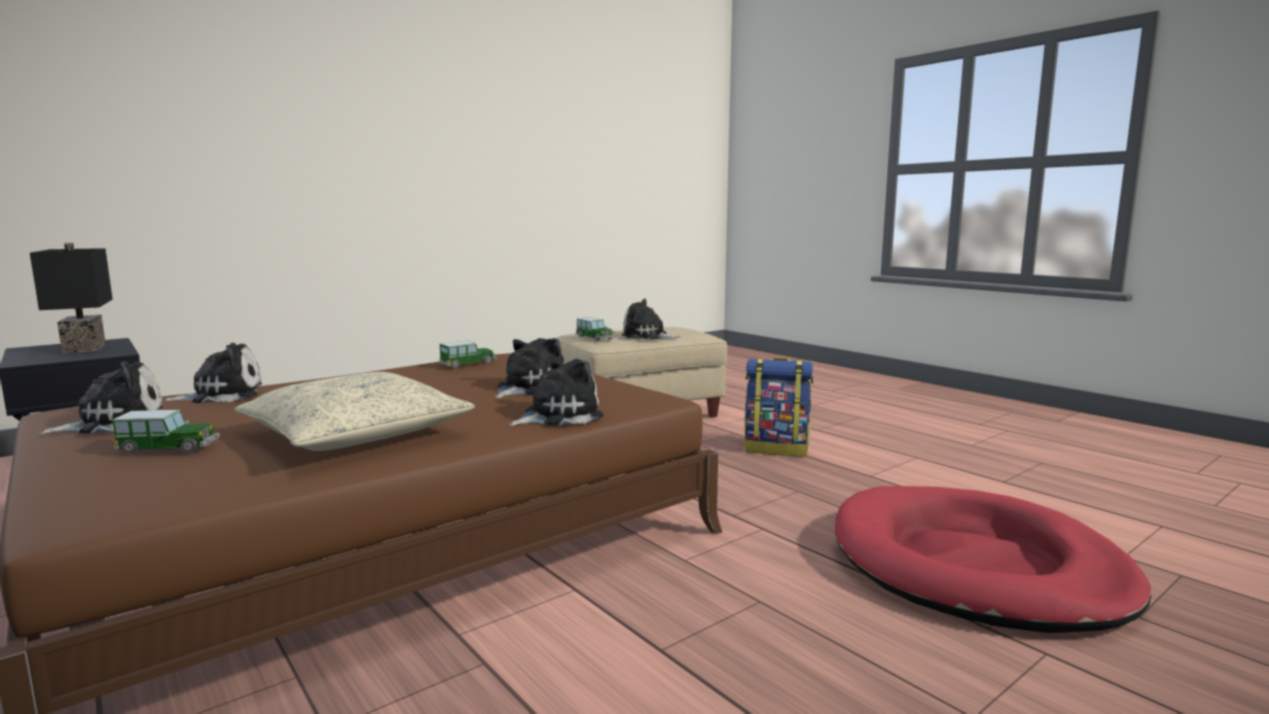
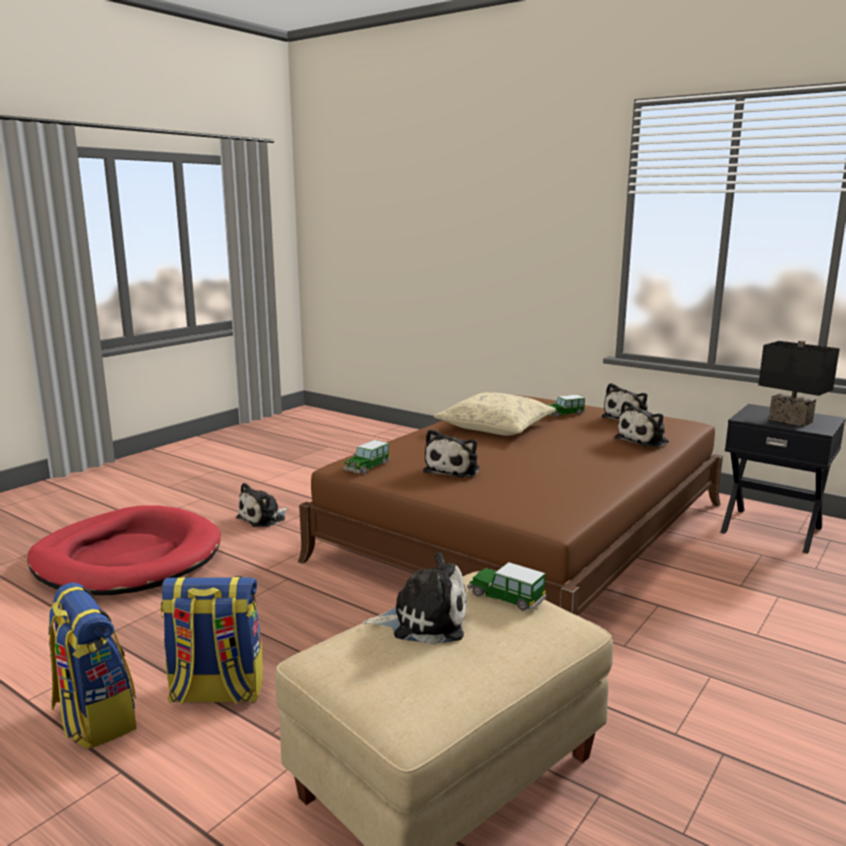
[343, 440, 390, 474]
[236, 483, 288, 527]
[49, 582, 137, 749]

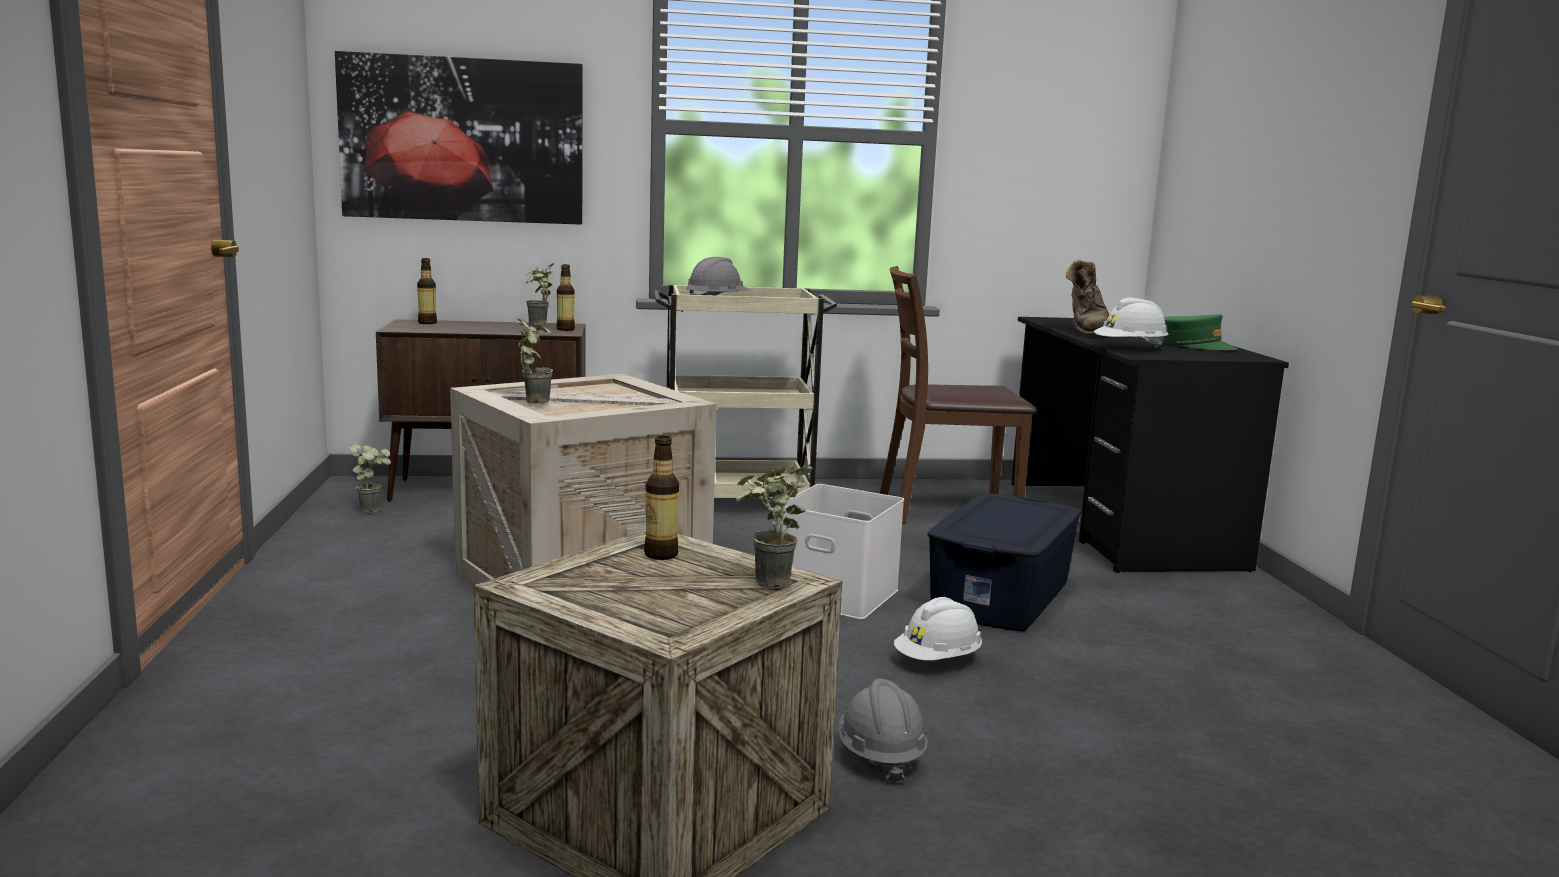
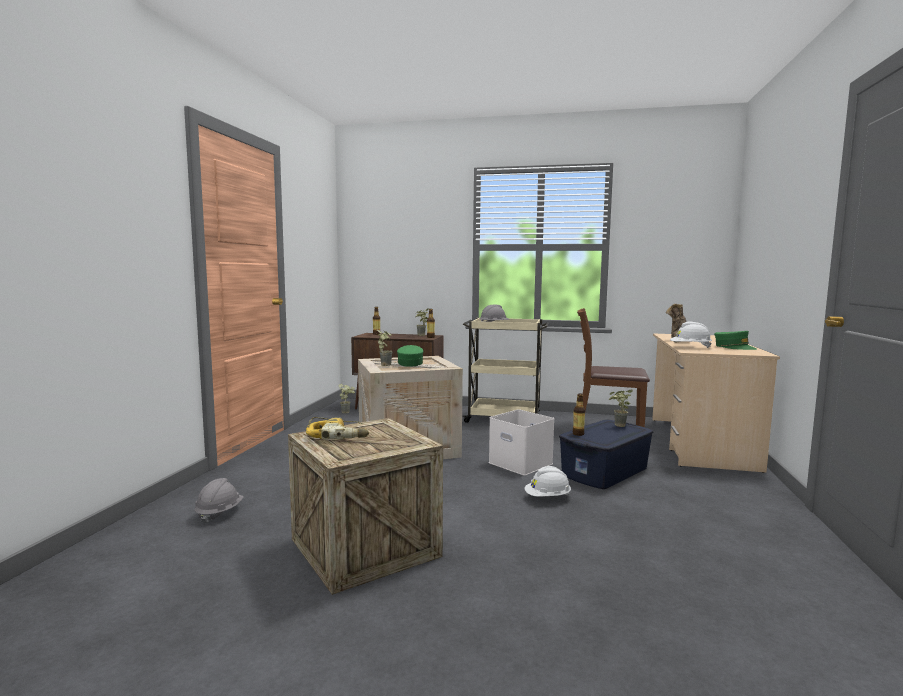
[335, 51, 582, 225] (first image)
[652, 334, 780, 473]
[573, 393, 585, 436]
[609, 389, 633, 427]
[194, 478, 244, 524]
[397, 345, 423, 367]
[306, 417, 369, 439]

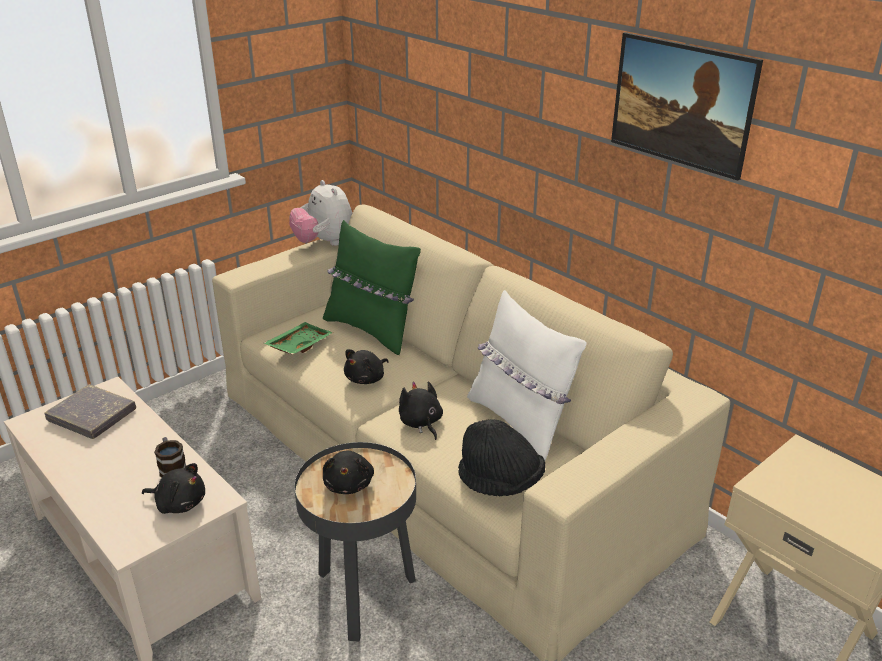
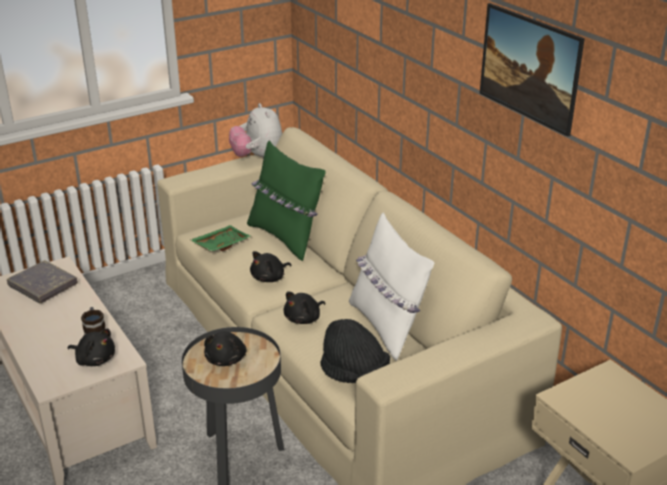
[284, 291, 325, 324]

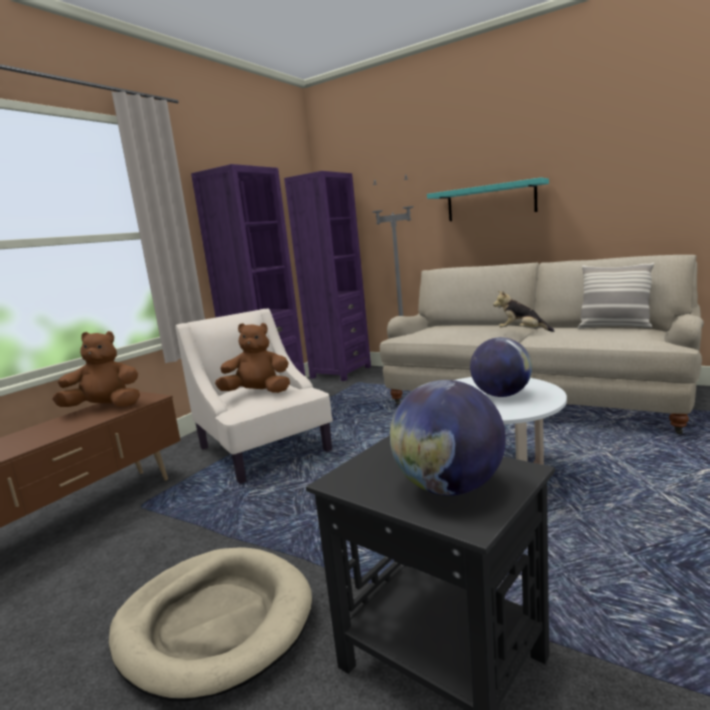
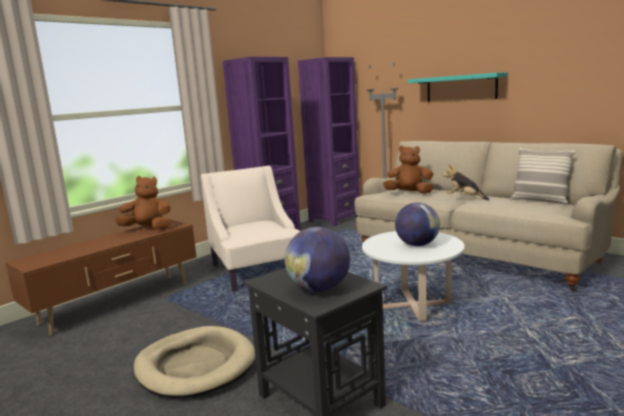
[383, 146, 434, 194]

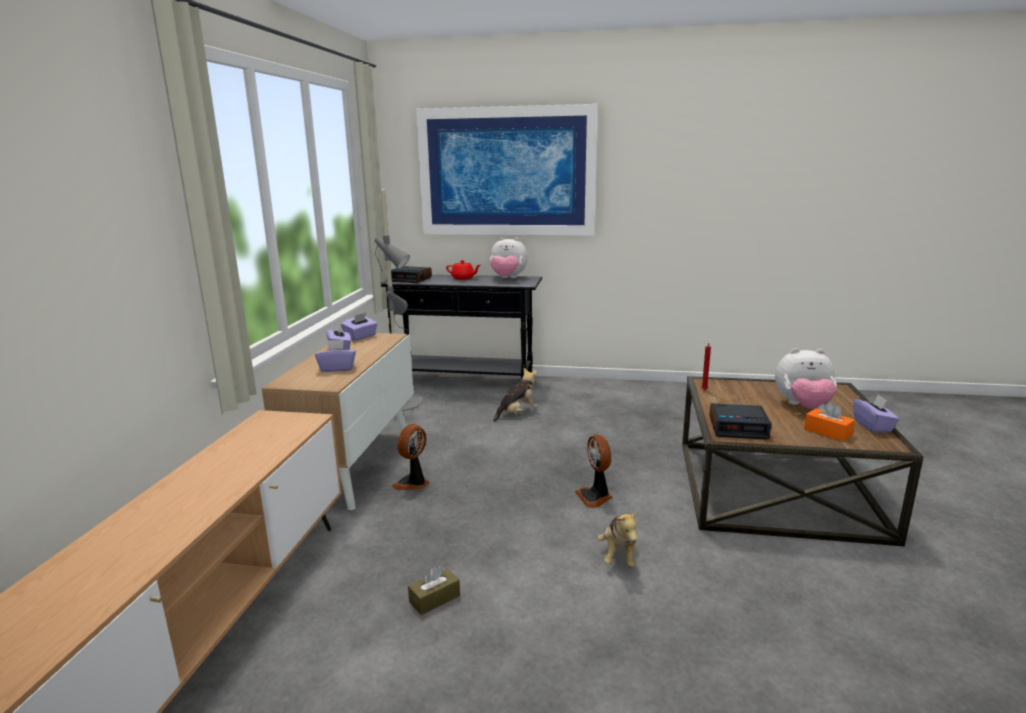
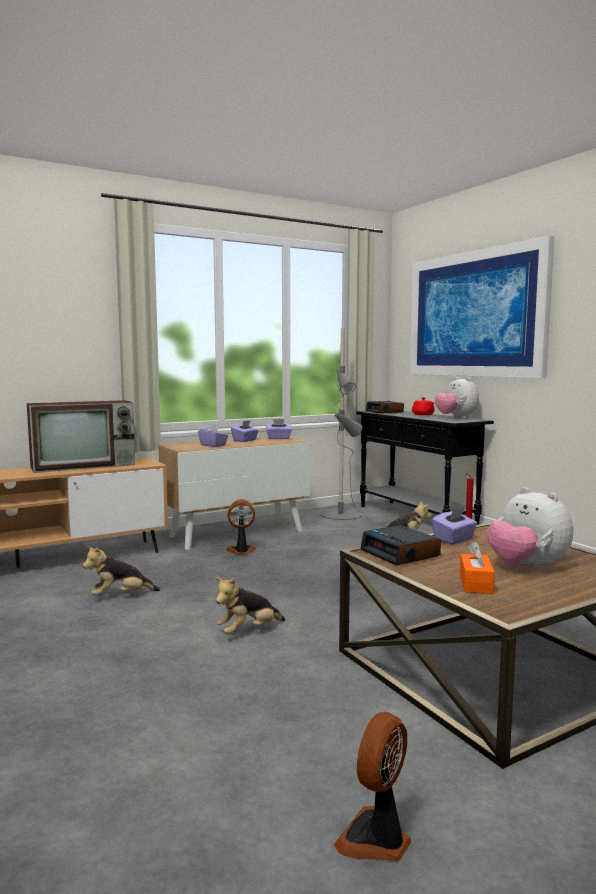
[431, 507, 477, 545]
[334, 712, 411, 861]
[83, 546, 160, 595]
[27, 400, 135, 473]

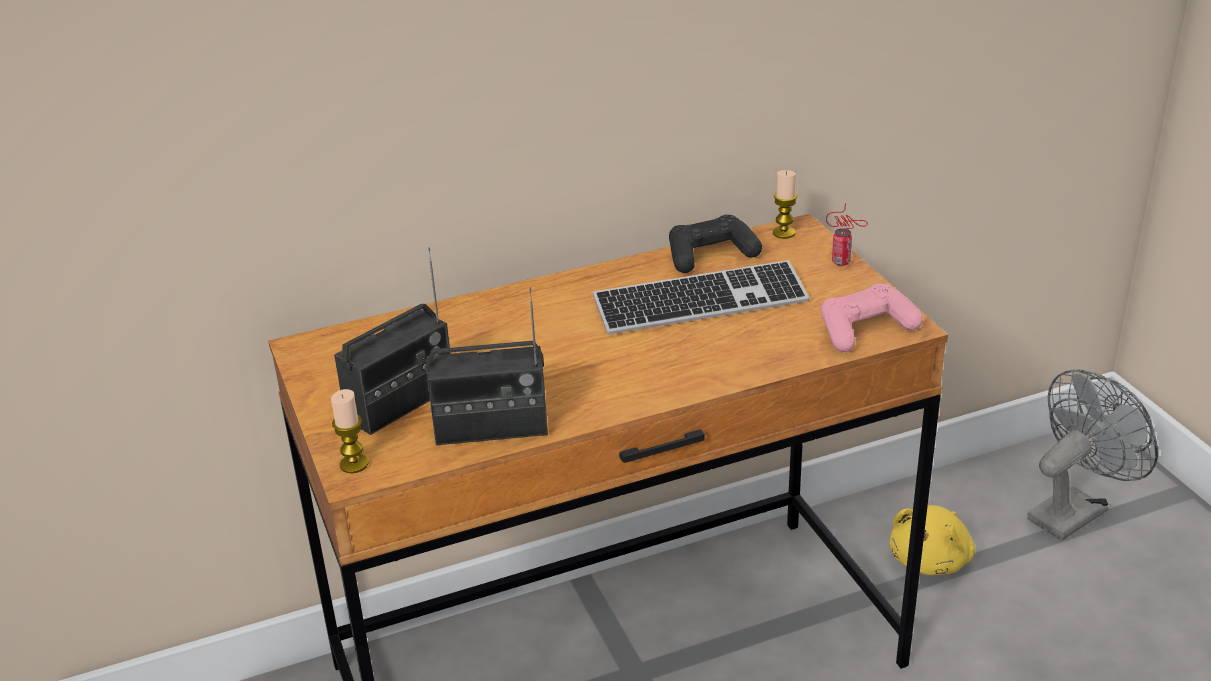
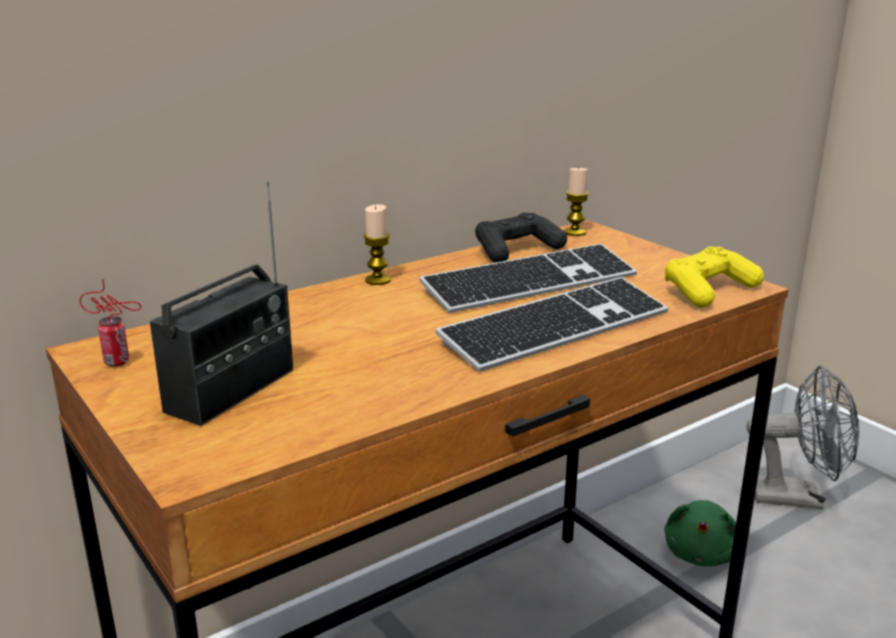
[80, 279, 141, 367]
[665, 247, 764, 308]
[425, 287, 548, 445] (first image)
[747, 365, 860, 509]
[363, 204, 391, 285]
[665, 500, 736, 566]
[435, 277, 668, 372]

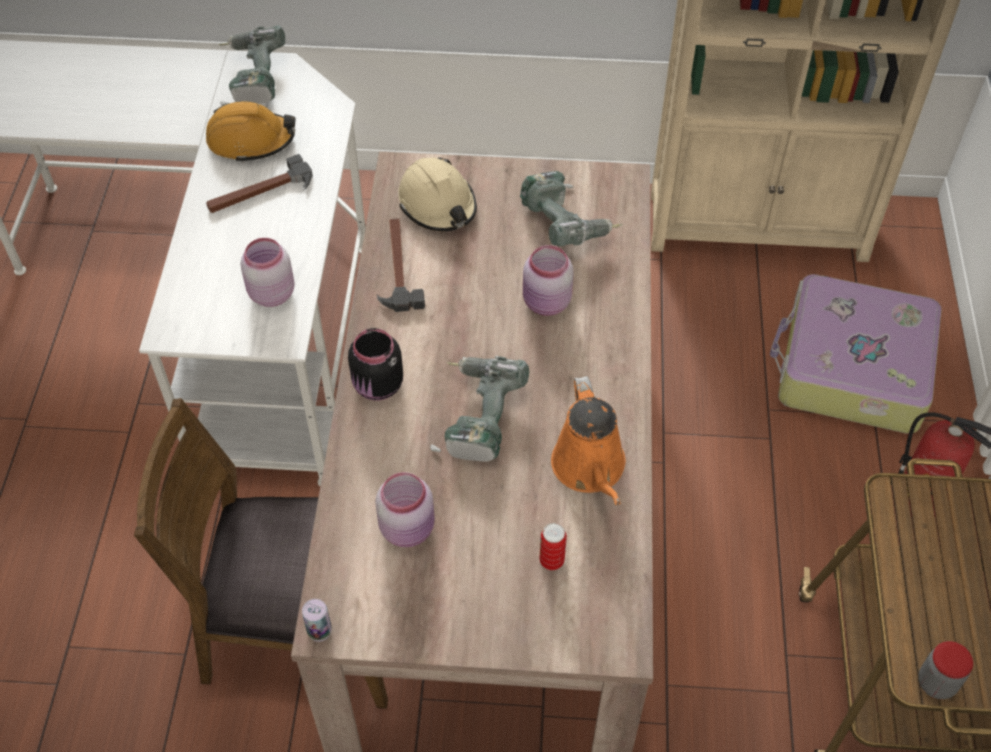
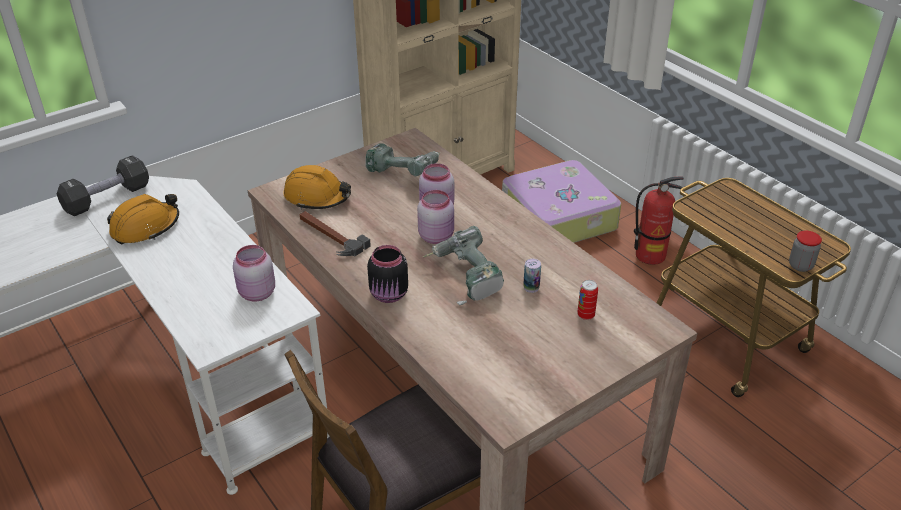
[57, 155, 149, 216]
[206, 154, 313, 213] (first image)
[284, 165, 351, 209]
[551, 376, 626, 505] (first image)
[417, 190, 454, 244]
[523, 259, 541, 293]

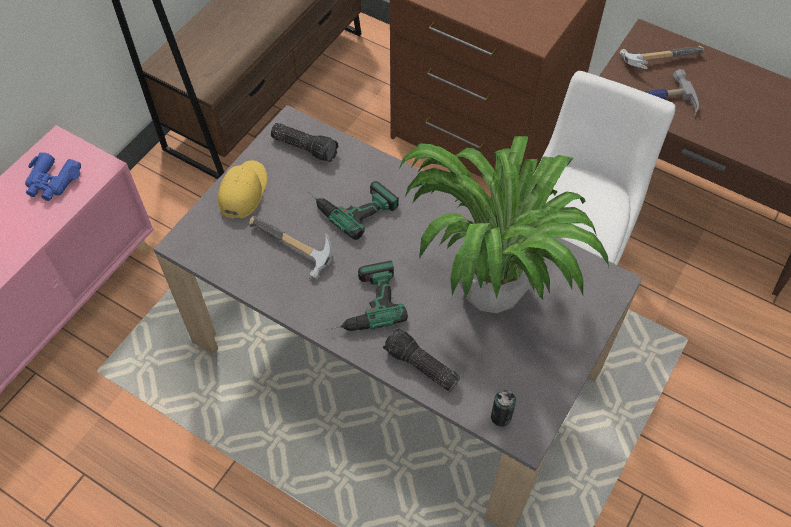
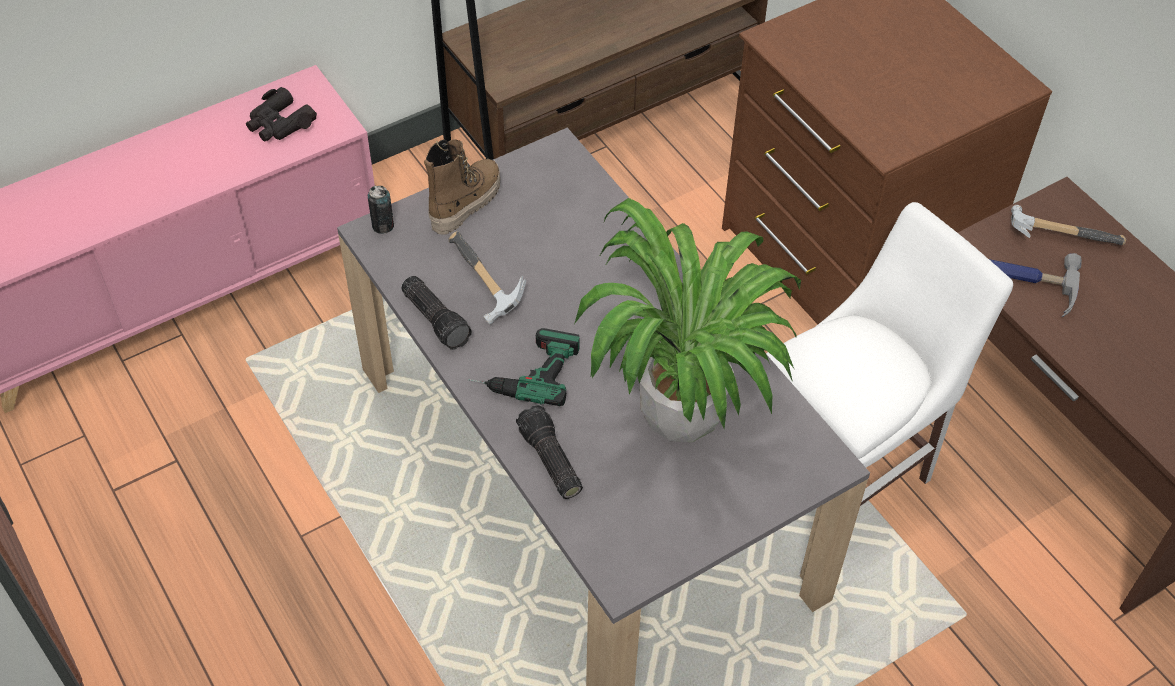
[401, 276, 472, 350]
[246, 87, 317, 141]
[424, 139, 500, 235]
[308, 181, 399, 240] (first image)
[368, 186, 394, 234]

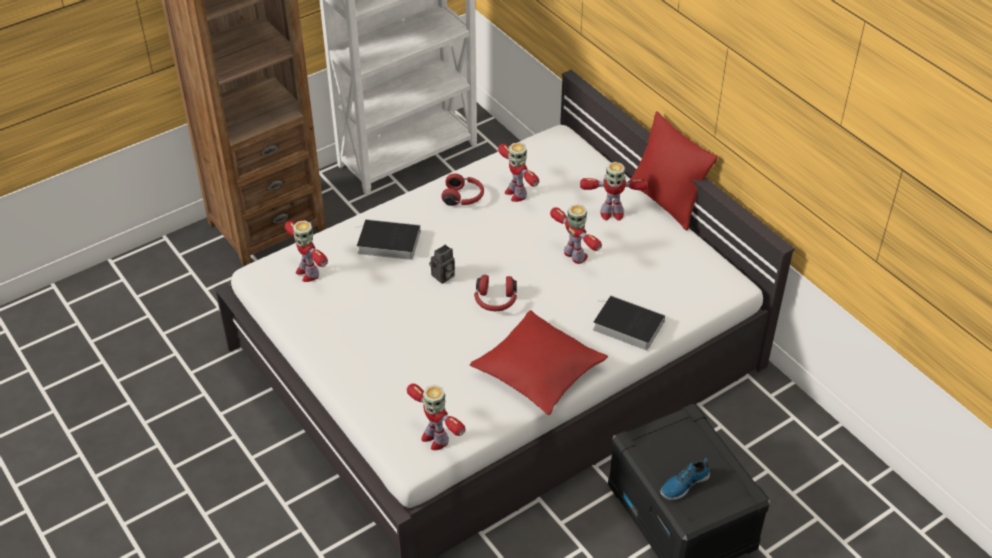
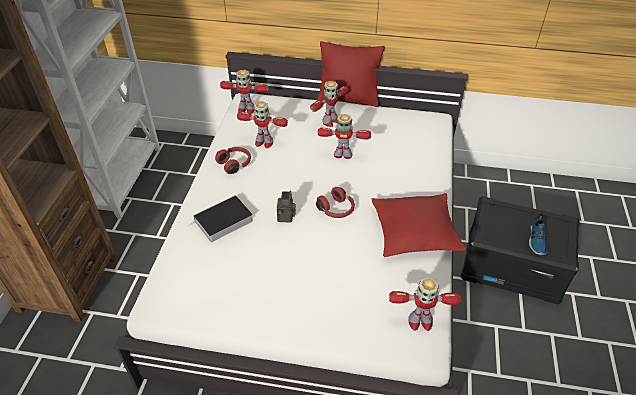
[220, 70, 268, 114]
[593, 295, 665, 350] (first image)

